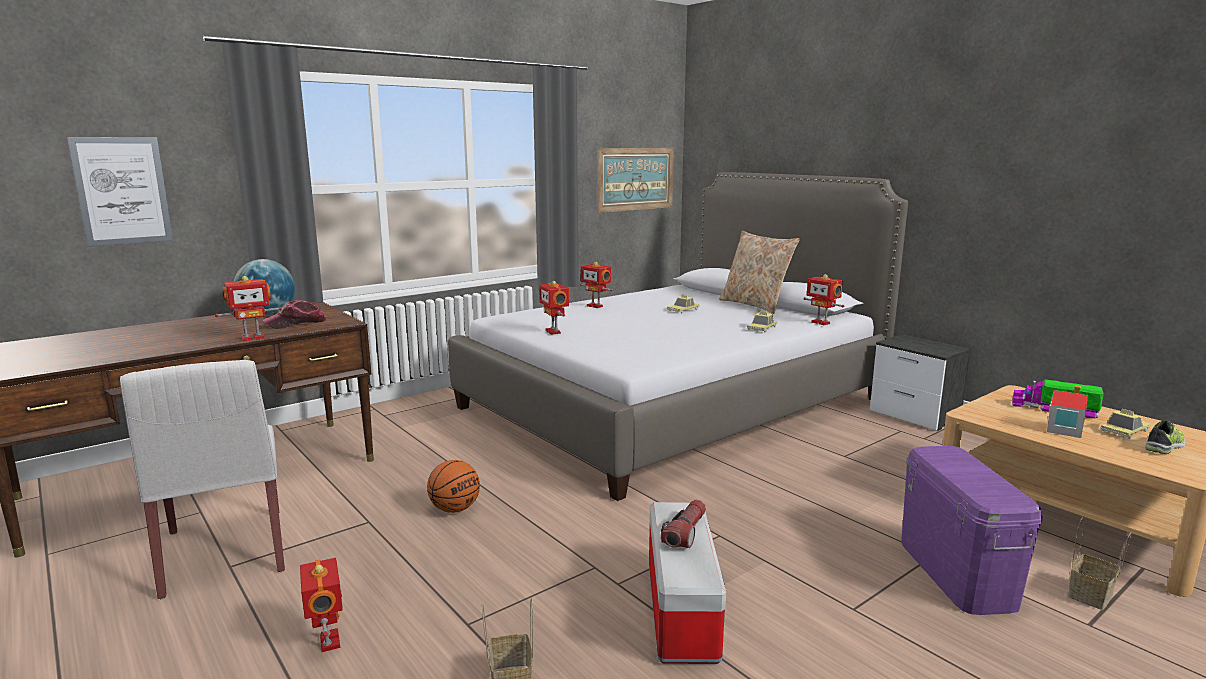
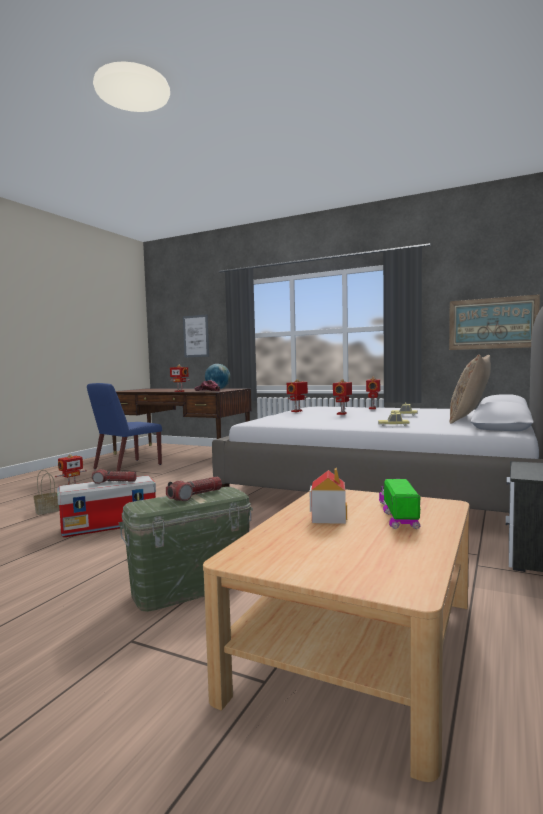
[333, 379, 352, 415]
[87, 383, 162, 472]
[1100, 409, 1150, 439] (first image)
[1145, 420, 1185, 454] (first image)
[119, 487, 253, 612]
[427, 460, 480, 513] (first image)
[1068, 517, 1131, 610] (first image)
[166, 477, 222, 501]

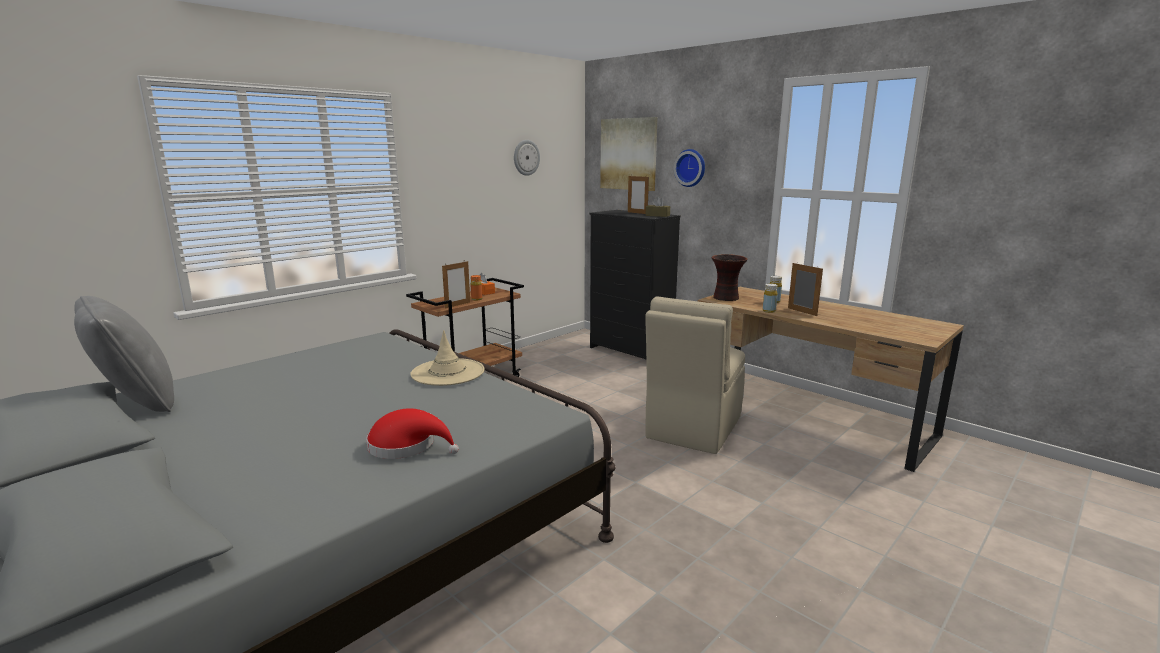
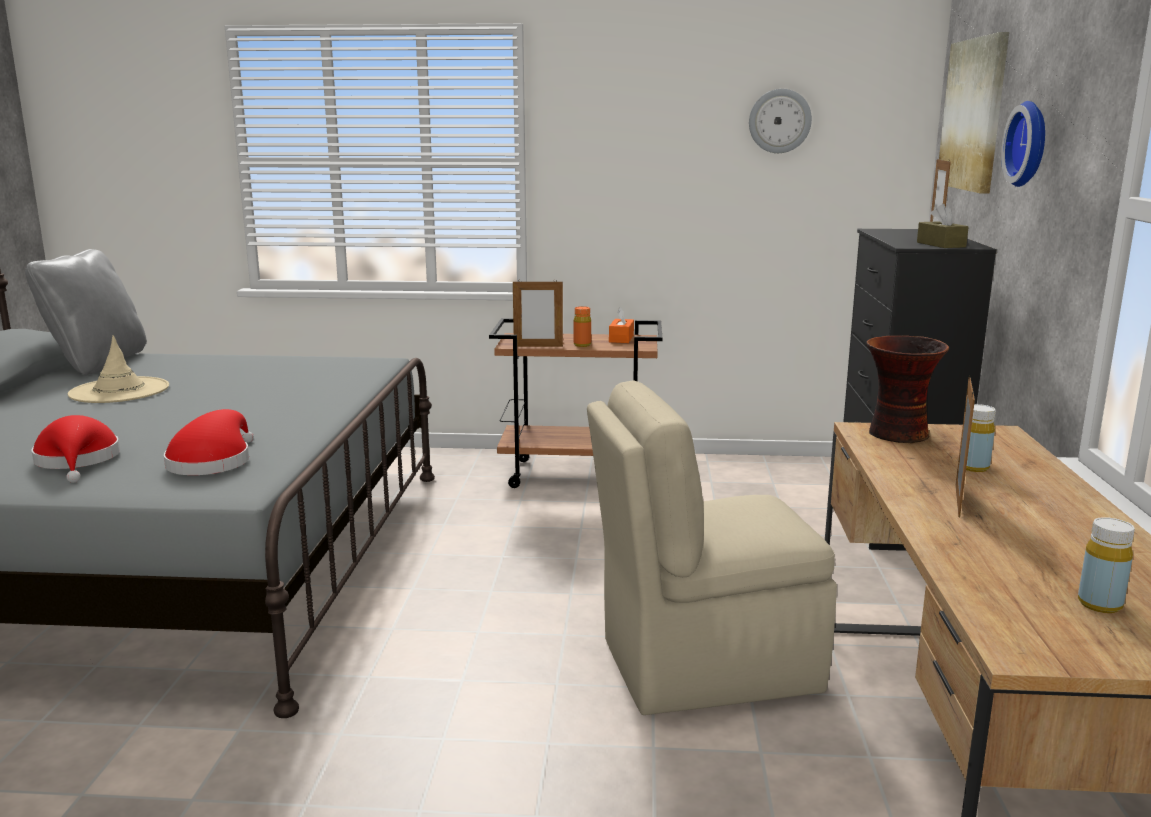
[1078, 517, 1135, 613]
[68, 335, 169, 403]
[164, 409, 254, 475]

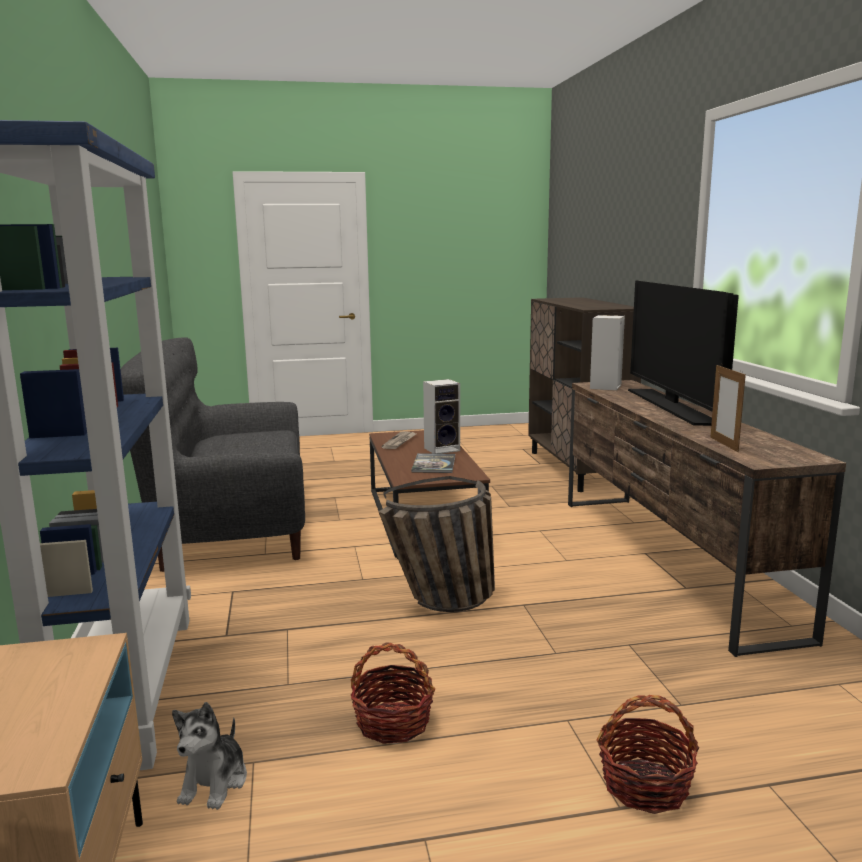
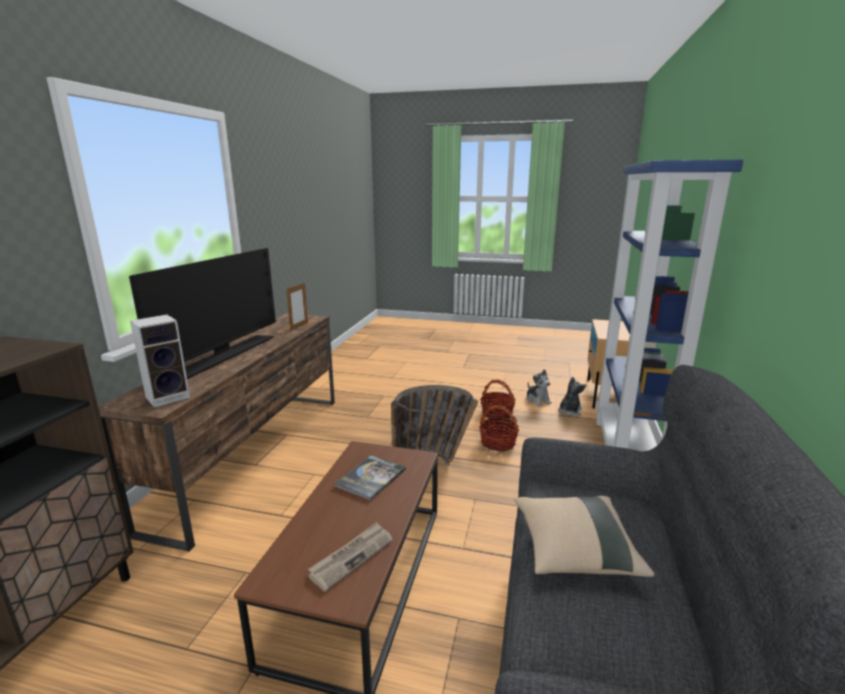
[423, 379, 460, 454] (first image)
[479, 405, 519, 451]
[526, 369, 552, 407]
[515, 496, 655, 577]

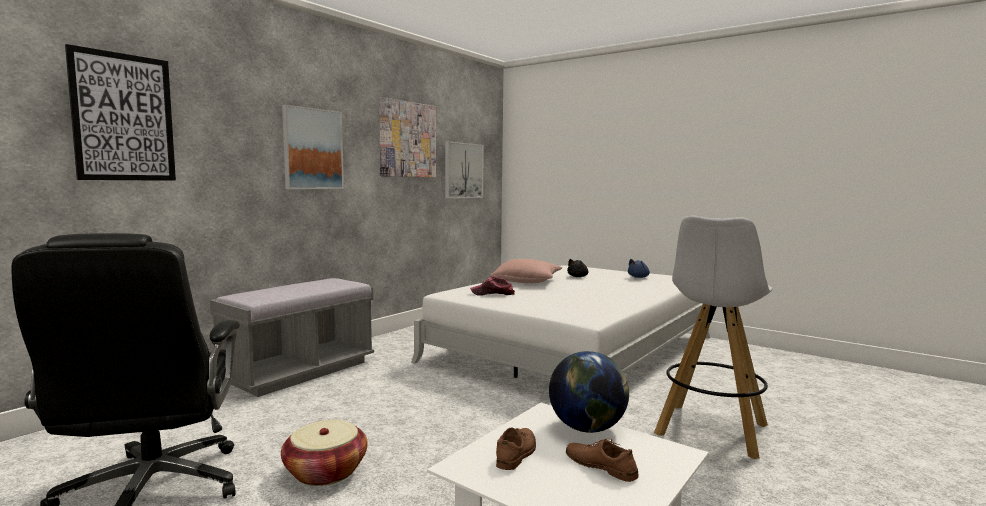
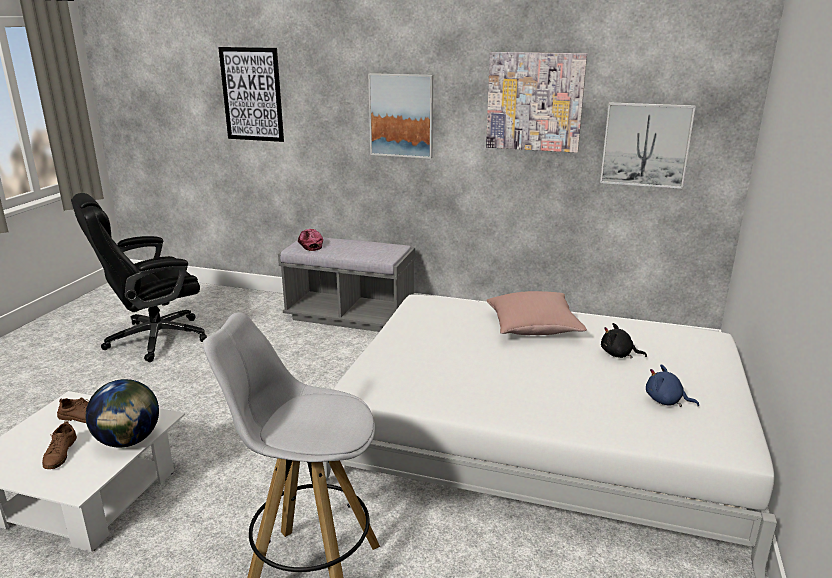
[298, 229, 323, 251]
[281, 420, 368, 486] (first image)
[42, 421, 77, 469]

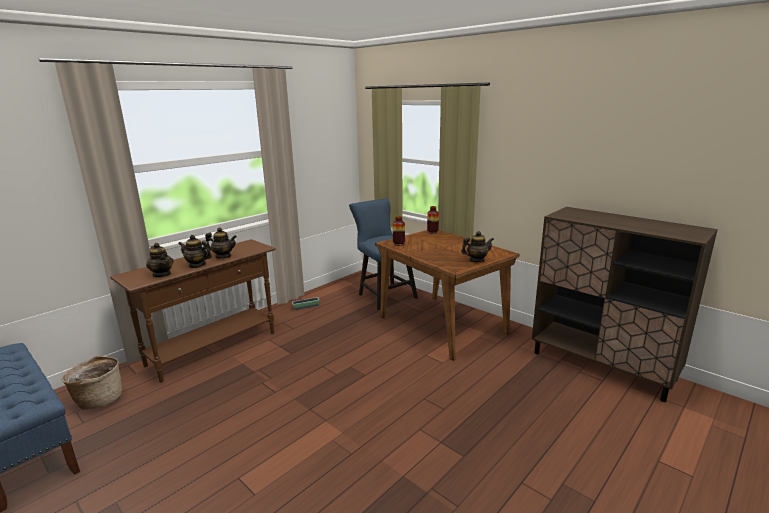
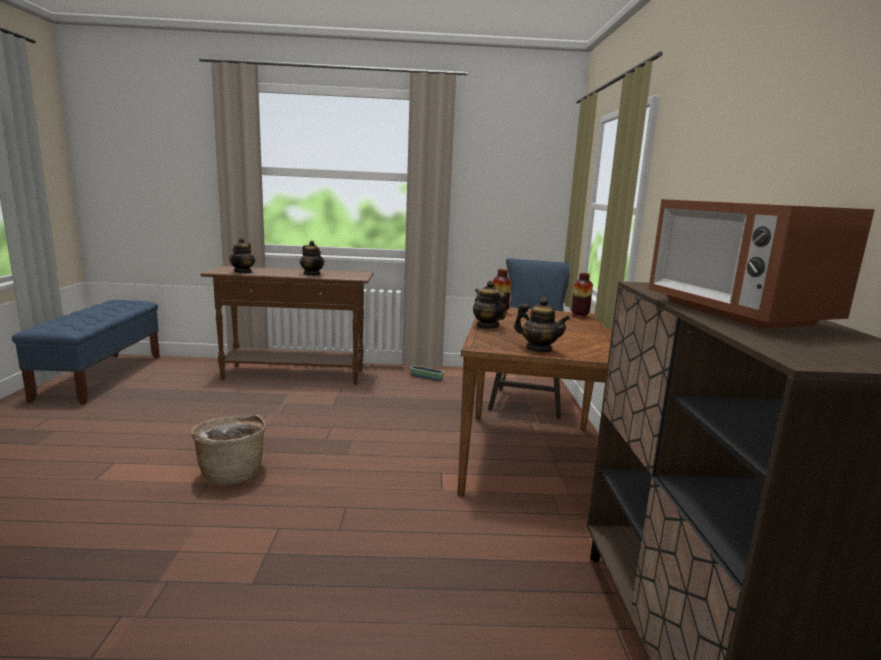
[473, 281, 506, 329]
[191, 414, 266, 485]
[648, 199, 875, 329]

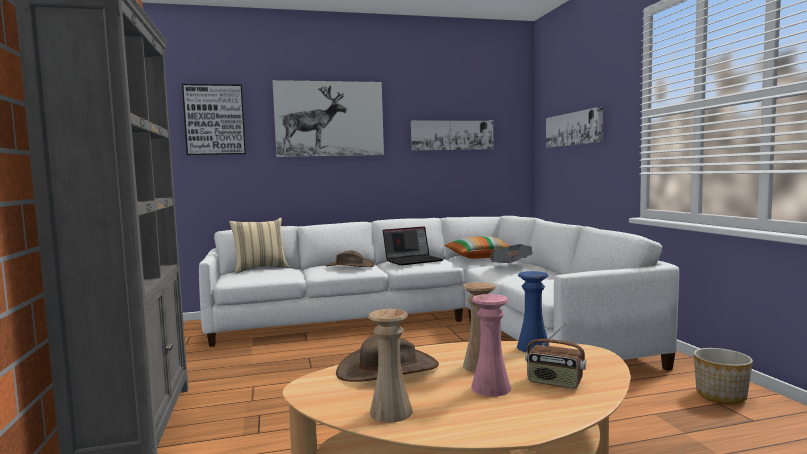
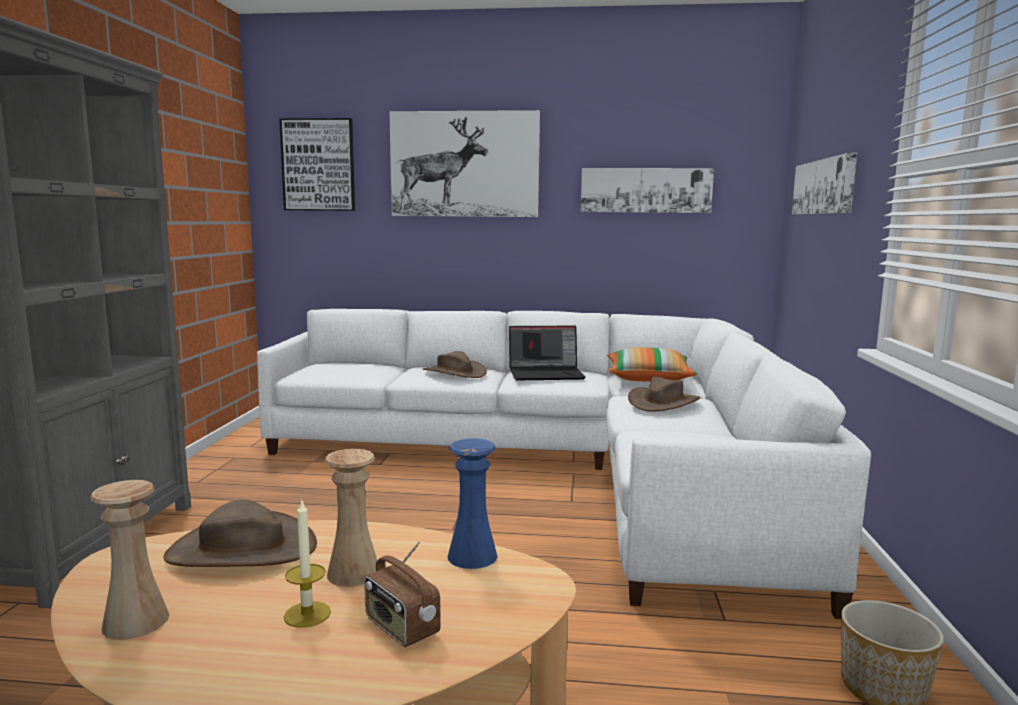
[229, 218, 289, 273] (first image)
[628, 377, 700, 412]
[284, 499, 331, 628]

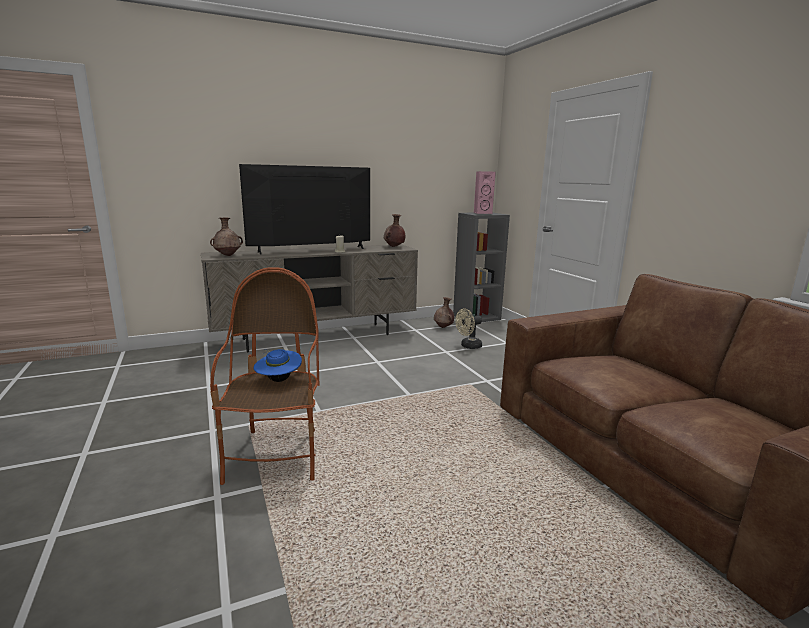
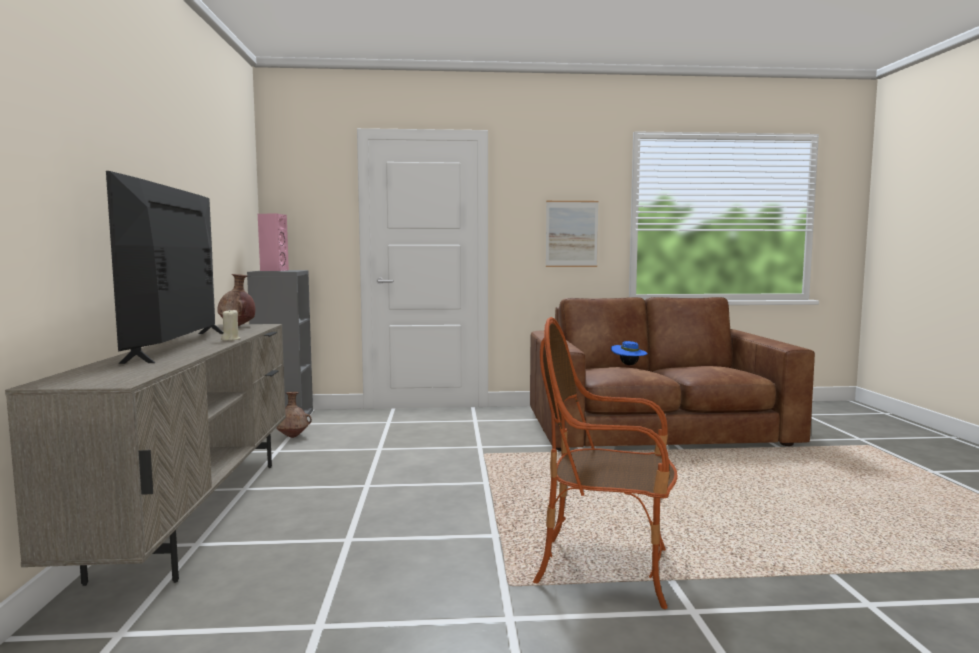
[210, 218, 243, 256] (first image)
[455, 309, 482, 349] (first image)
[611, 341, 648, 365]
[546, 201, 598, 267]

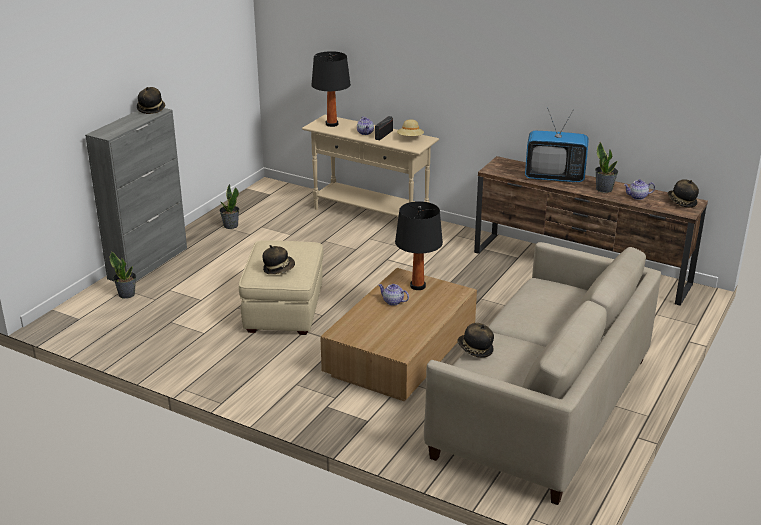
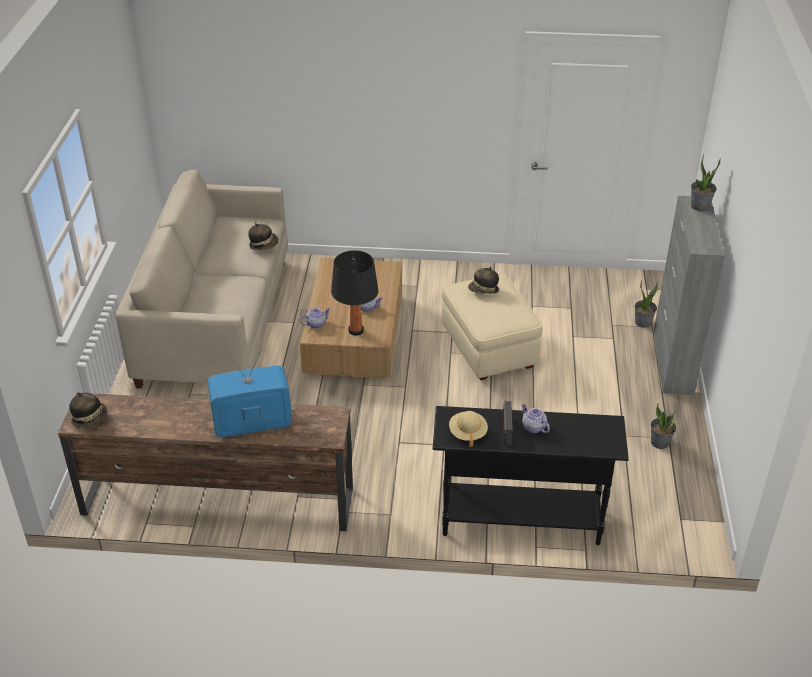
[312, 51, 351, 127] (first image)
[137, 87, 165, 114] (first image)
[432, 406, 629, 545]
[691, 154, 721, 211]
[300, 308, 331, 328]

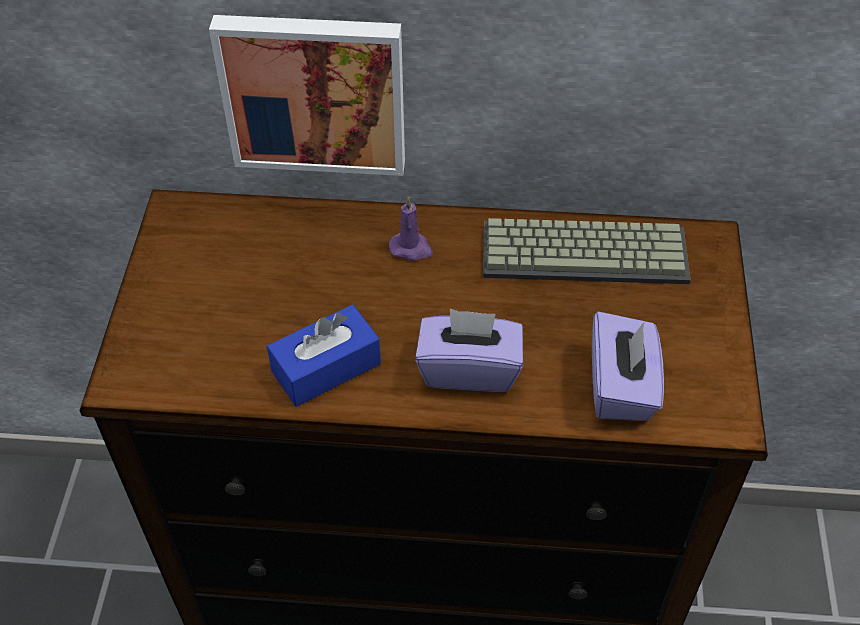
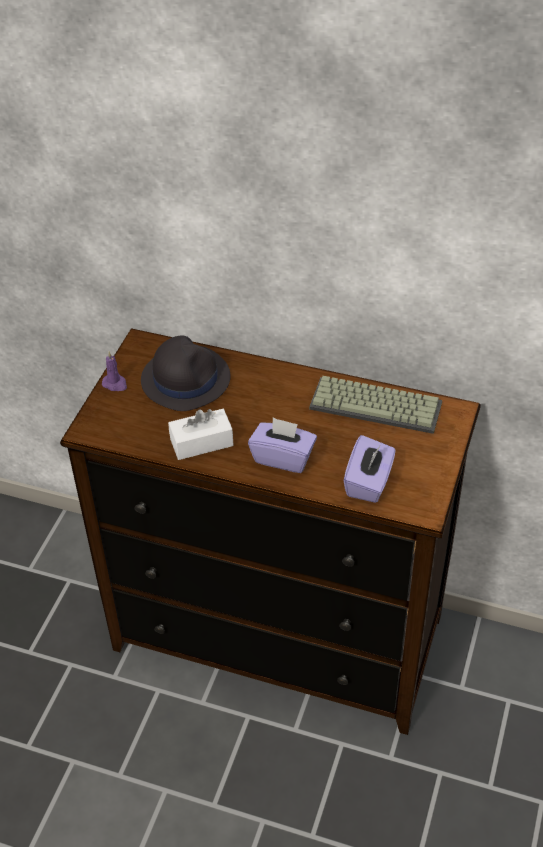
[209, 15, 405, 176] (first image)
[102, 351, 127, 391]
[168, 409, 234, 460]
[141, 335, 230, 411]

